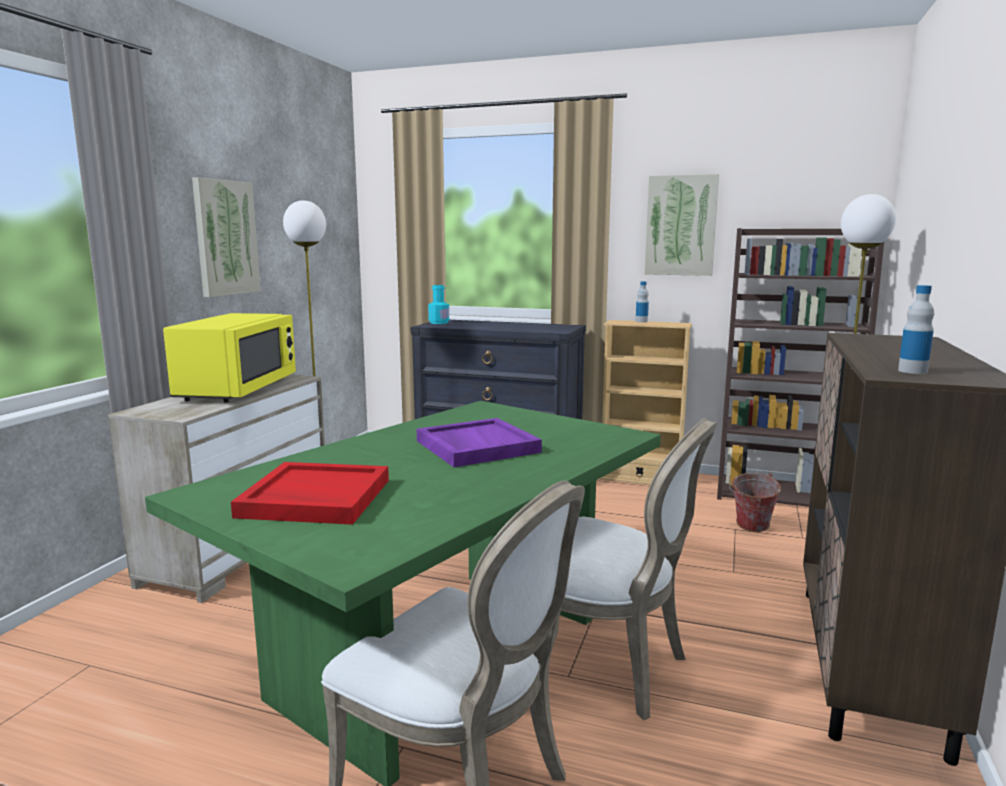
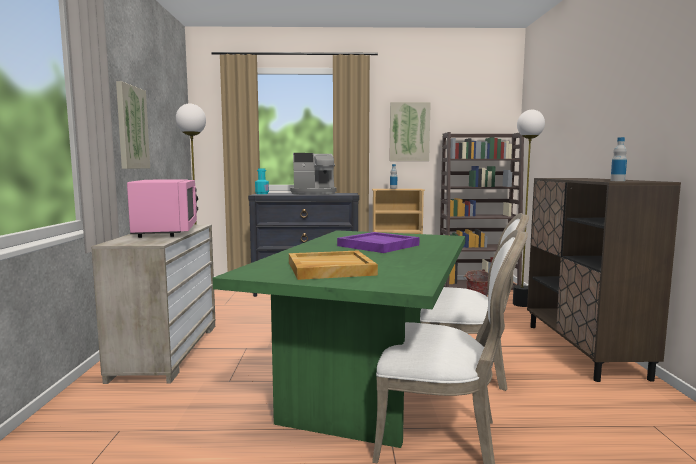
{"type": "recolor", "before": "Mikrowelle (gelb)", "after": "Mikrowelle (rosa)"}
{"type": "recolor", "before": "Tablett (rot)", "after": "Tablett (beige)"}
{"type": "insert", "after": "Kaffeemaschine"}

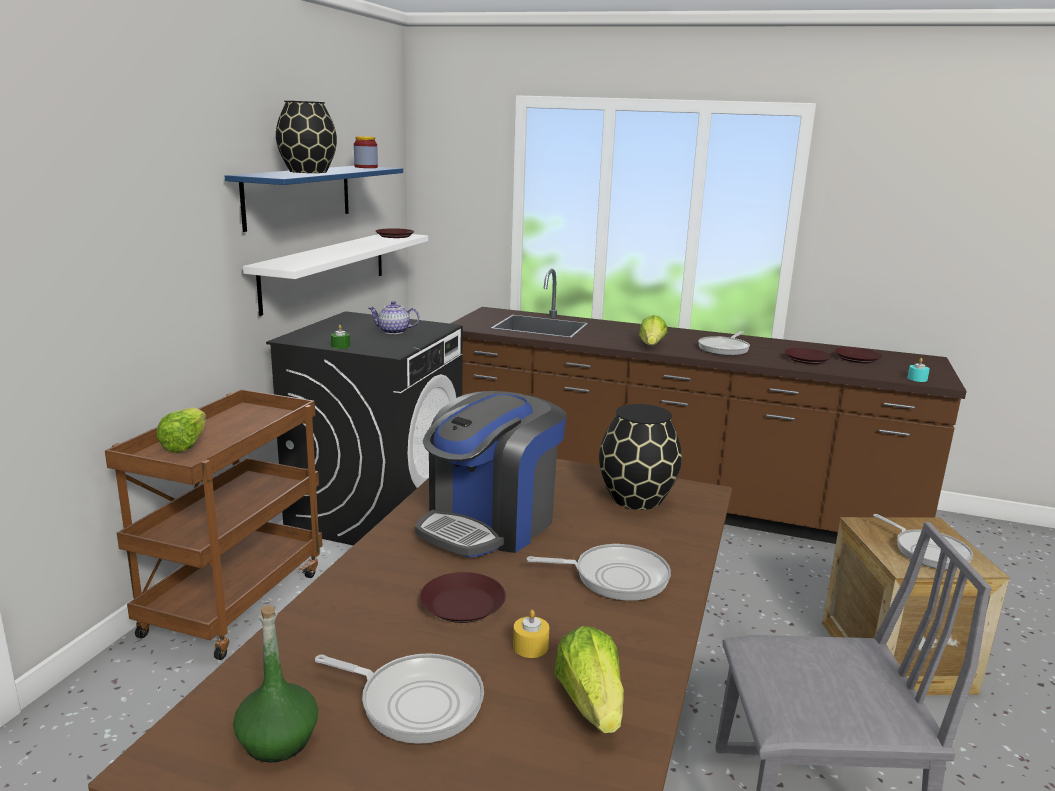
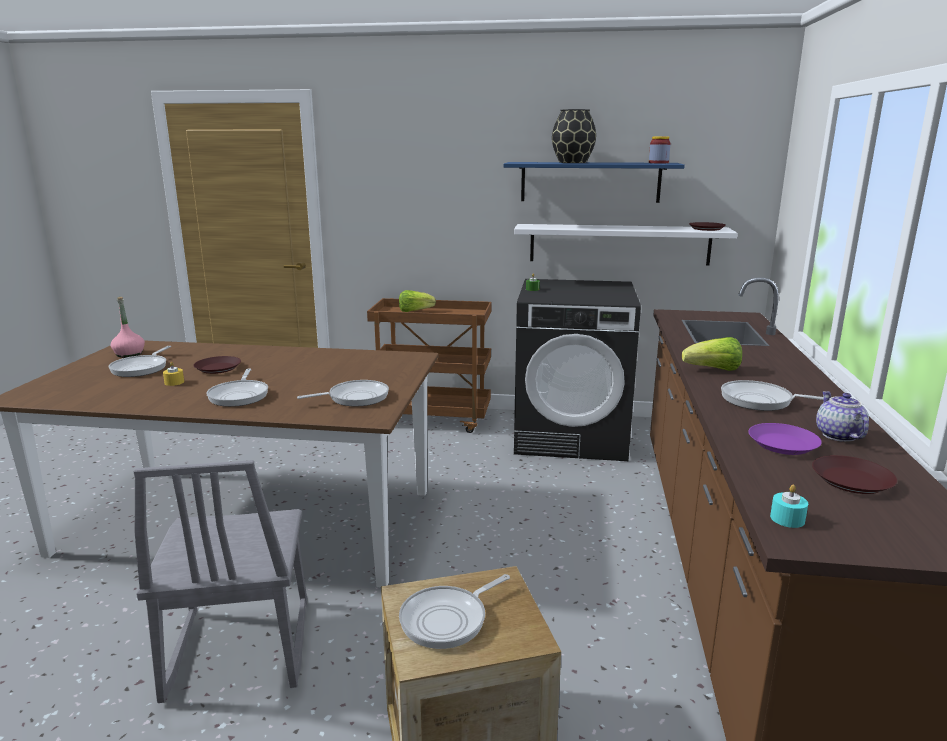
{"type": "recolor", "before": "Flasche (grün)", "after": "Flasche (rosa)"}
{"type": "replace", "before": "Vase (schwarz) (2nd from left)", "after": "Pfanne (3rd from left)"}
{"type": "recolor", "before": "Teller (braun) (3rd from left)", "after": "Teller (lila)"}
{"type": "move", "before": "Teekanne"}
{"type": "delete", "before": "Kaffeemaschine"}
{"type": "delete", "before": "Salatkopf (2nd from left)"}

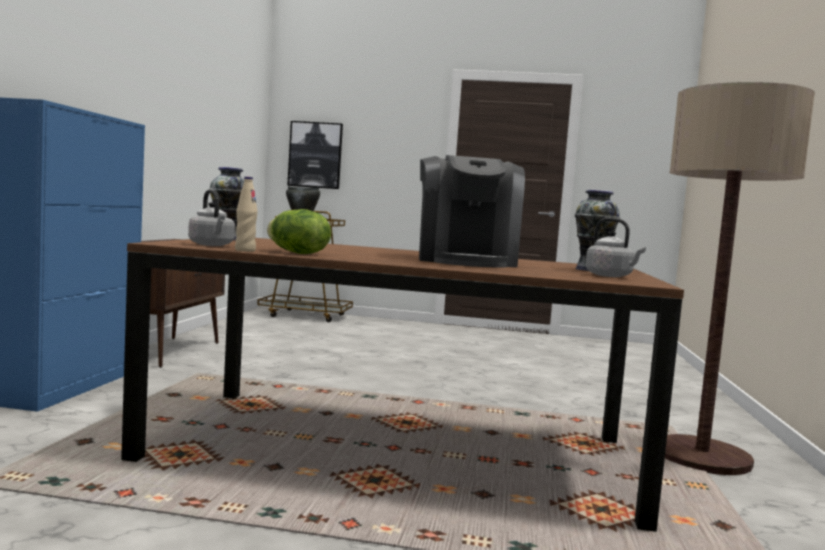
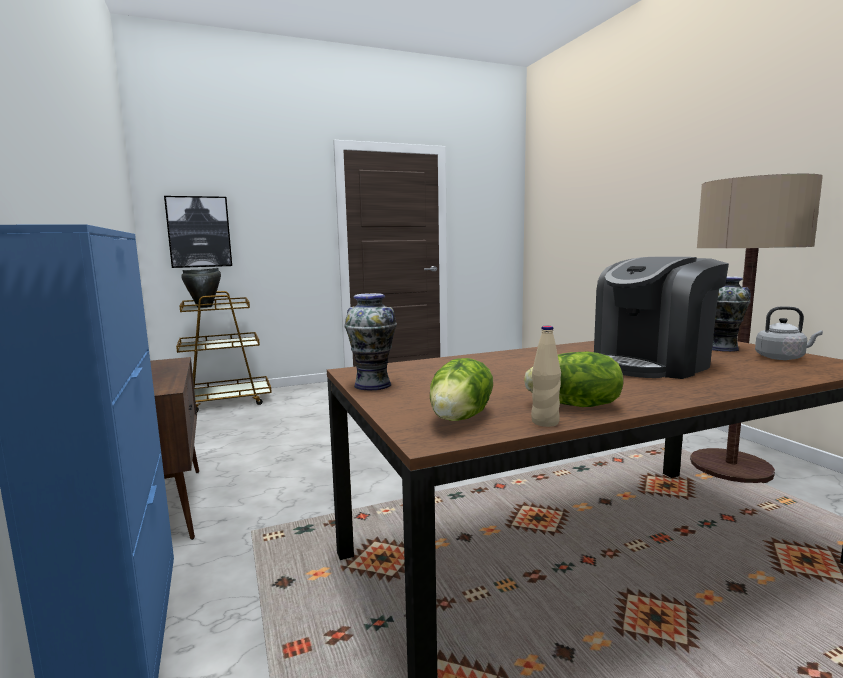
{"type": "replace", "before": "Wasserkessel (grau) (1st from left)", "after": "Salatkopf (1st from left)"}
{"type": "rotate", "before": "Kaffeemaschine", "turn": 90}

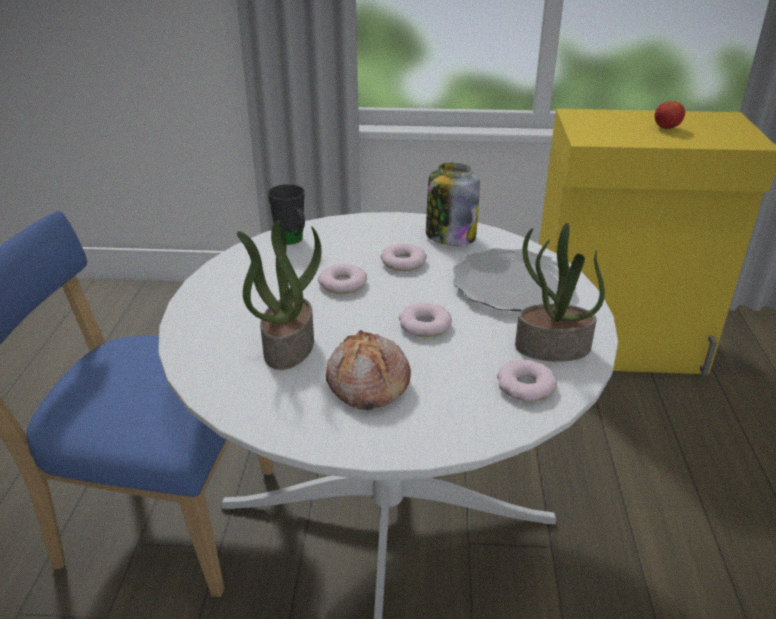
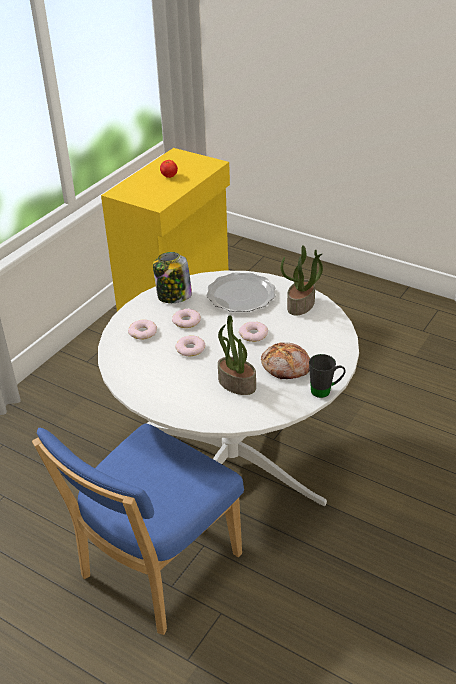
{"type": "move", "before": "Donut (4th from left in the first image)", "after": "Donut (1st from left)"}
{"type": "move", "before": "Henkelbecher (schwarz)"}

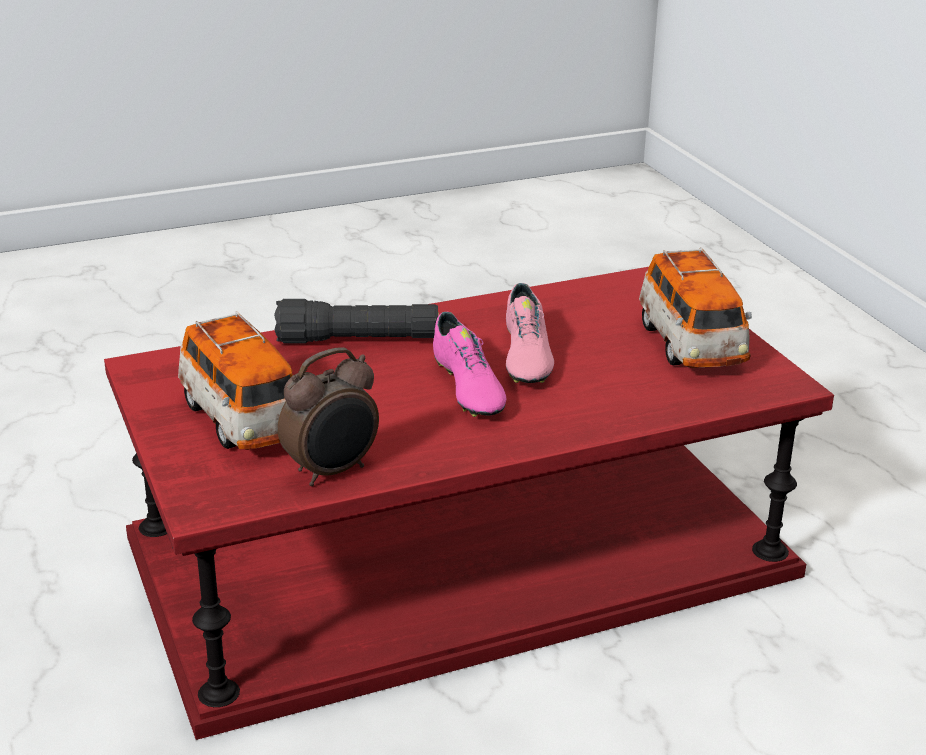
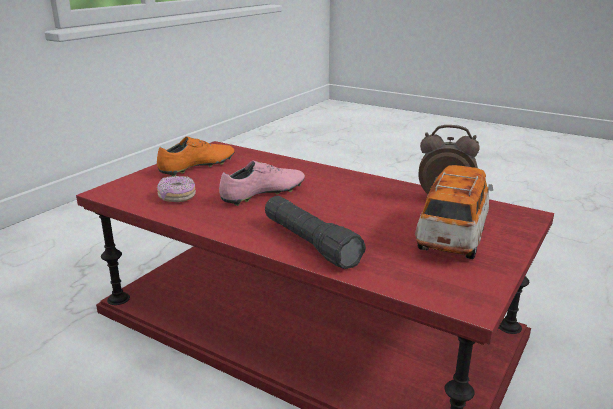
{"type": "replace", "before": "Spielzeugauto (2nd from left)", "after": "Schuh (orange)"}
{"type": "insert", "after": "Donut"}
{"type": "delete", "before": "Schuh (rosa) (1st from left)"}

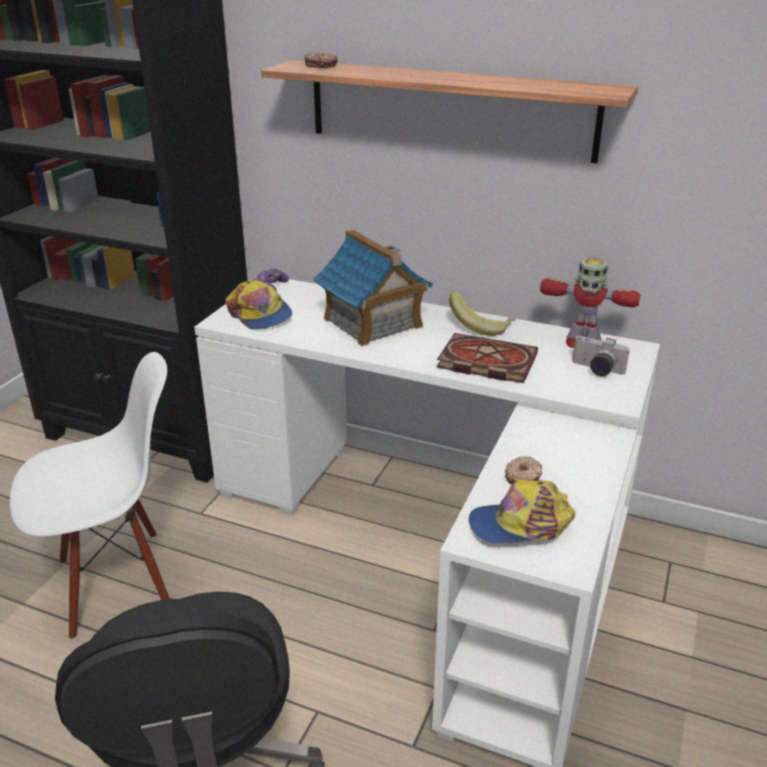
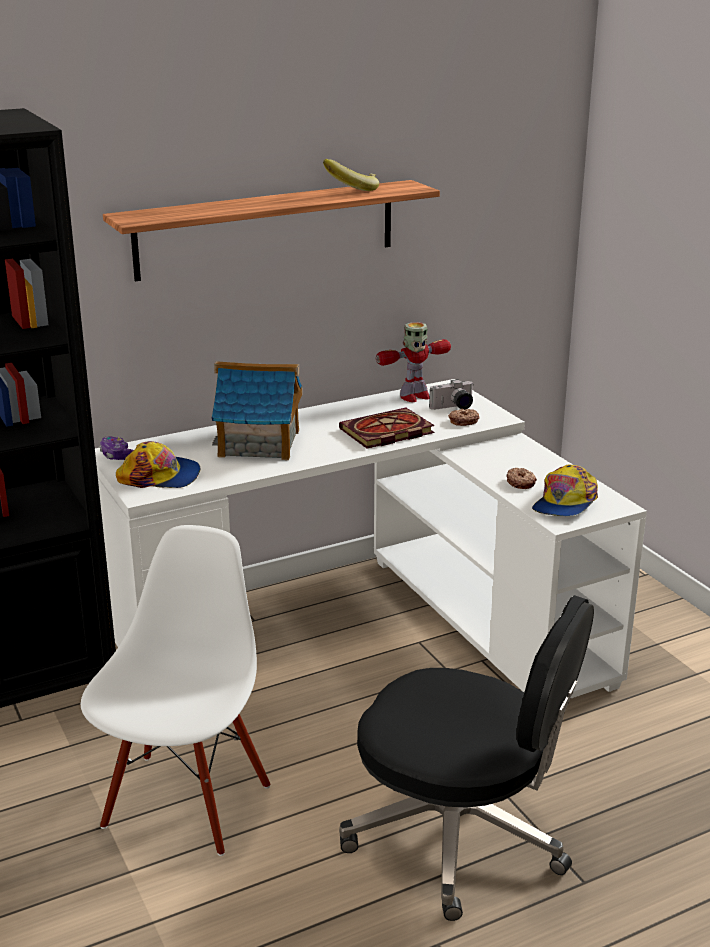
{"type": "move", "before": "Banane"}
{"type": "move", "before": "Donut (1st from left)"}

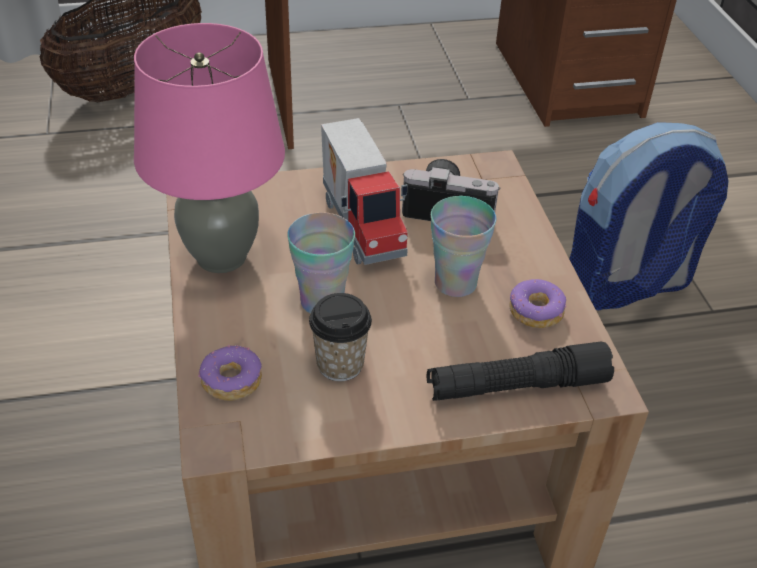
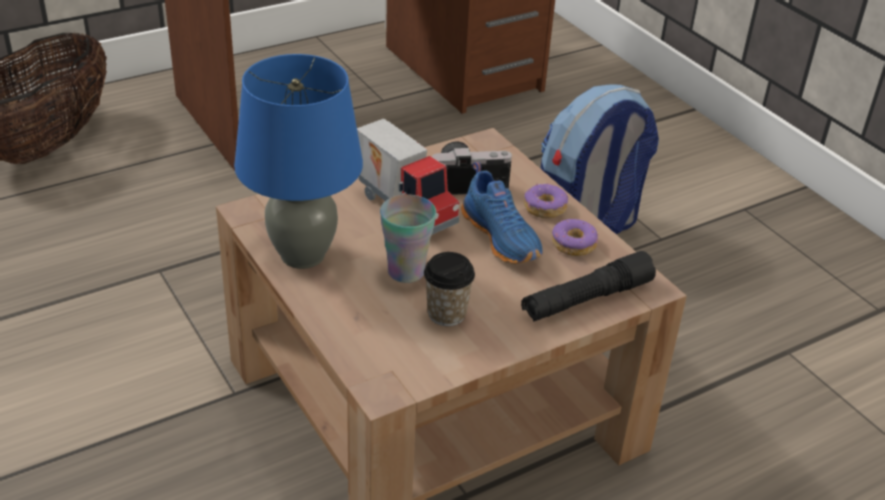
{"type": "recolor", "before": "Tischlampe (rosa)", "after": "Tischlampe (blau)"}
{"type": "replace", "before": "Tasse (3rd from left)", "after": "Schuh (blau)"}
{"type": "move", "before": "Donut (1st from left)"}

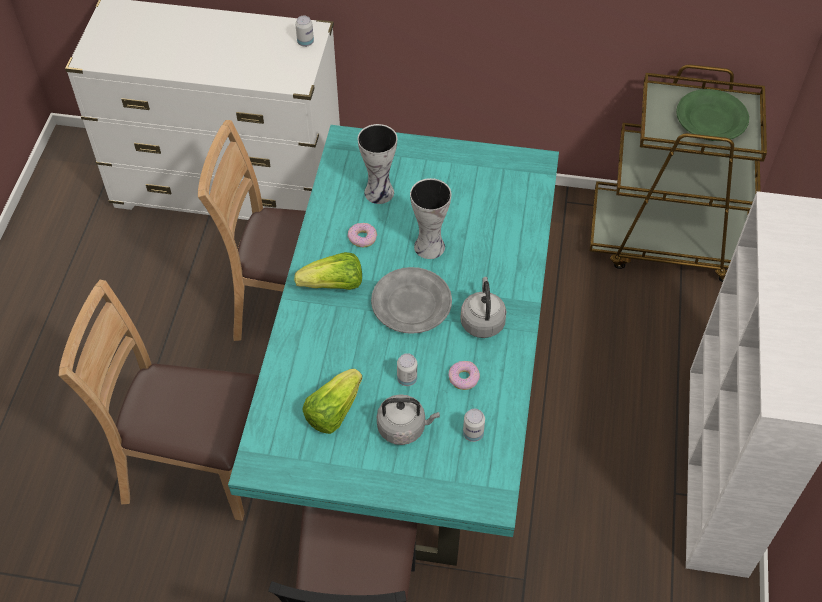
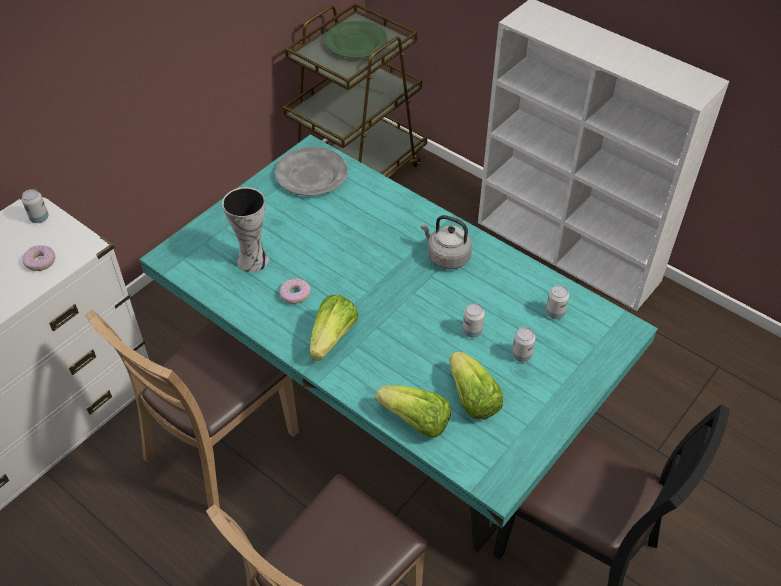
{"type": "move", "before": "Donut (2nd from left in the first image)", "after": "Donut (1st from left)"}
{"type": "move", "before": "Teller (grau)"}
{"type": "insert", "after": "Salatkopf (2nd from left)"}
{"type": "replace", "before": "Wasserkessel (grau) (1st from left)", "after": "Dose (3rd from left)"}
{"type": "delete", "before": "Vase (2nd from left)"}

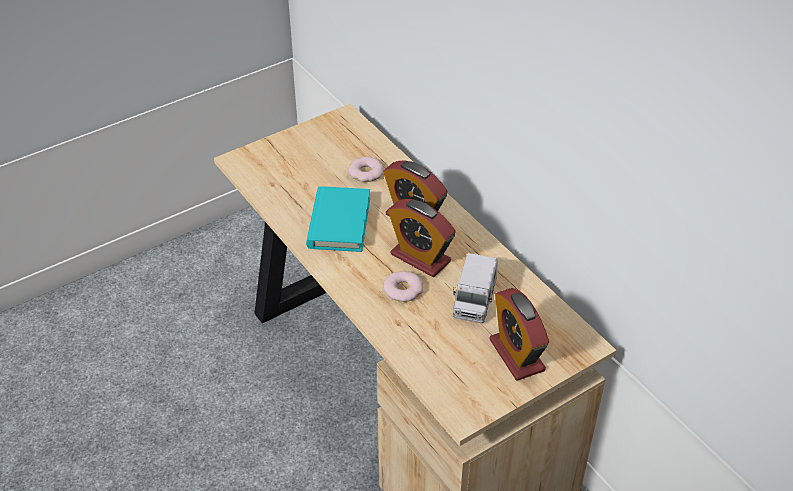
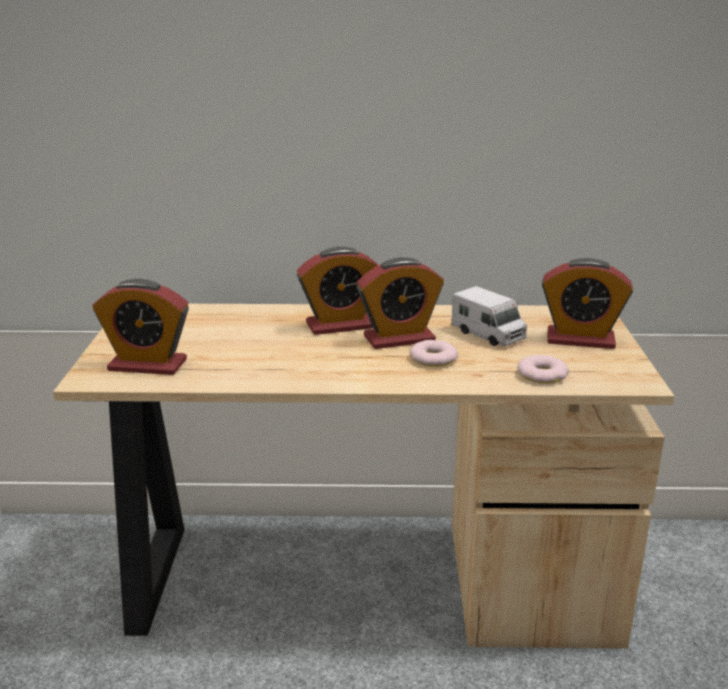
{"type": "insert", "after": "Wecker (1st from left)"}
{"type": "move", "before": "Donut (1st from left in the first image)", "after": "Donut (2nd from left)"}
{"type": "delete", "before": "Buch (türkis)"}

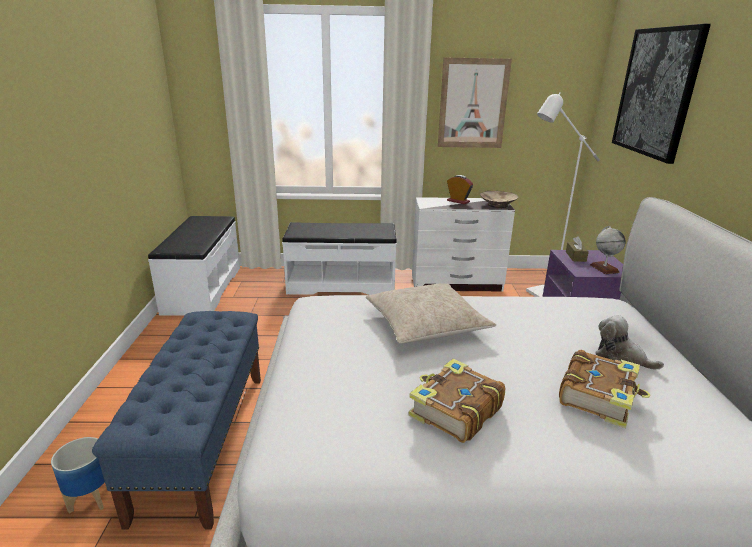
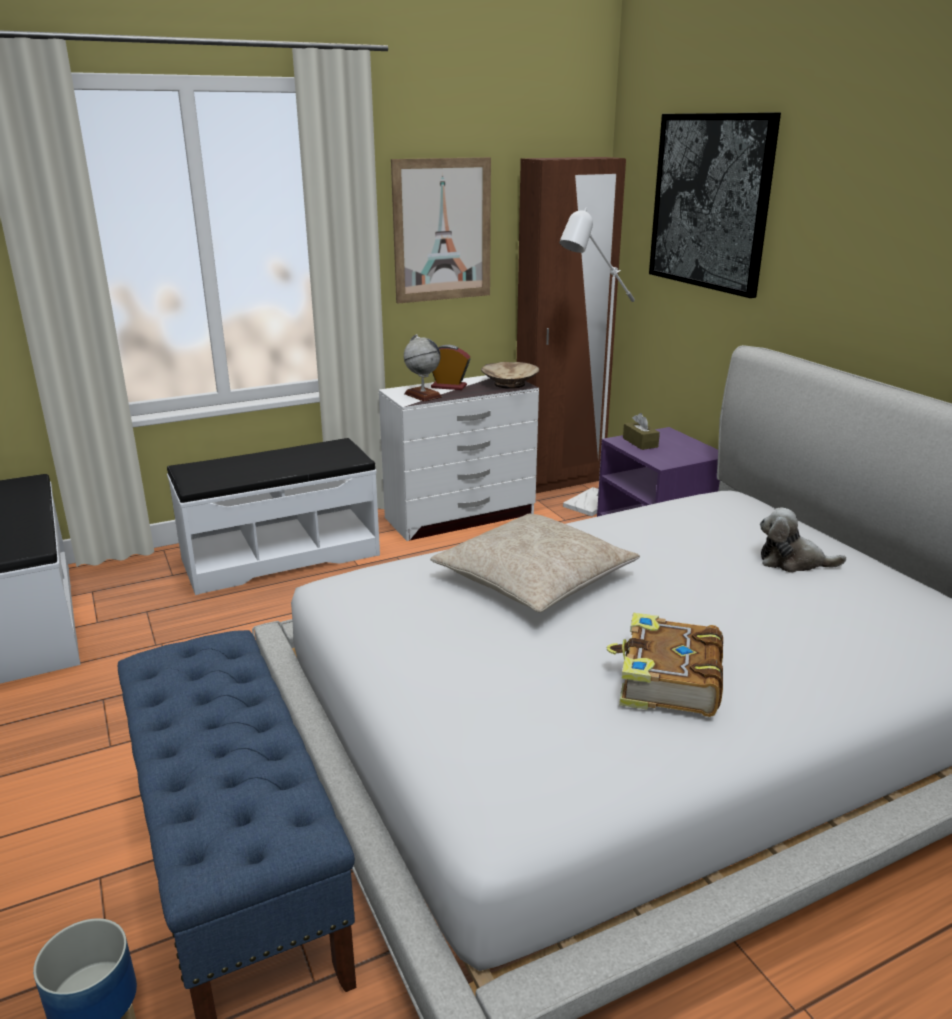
{"type": "move", "before": "Globus"}
{"type": "insert", "after": "Kleiderschrank (braun)"}
{"type": "delete", "before": "Buch (2nd from left)"}

